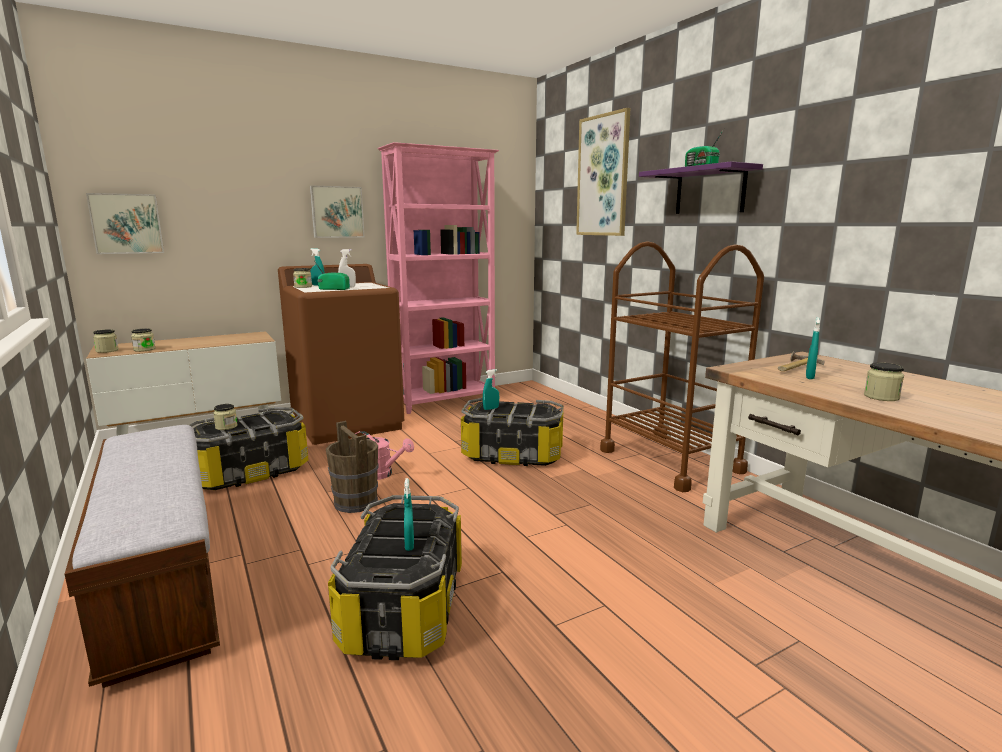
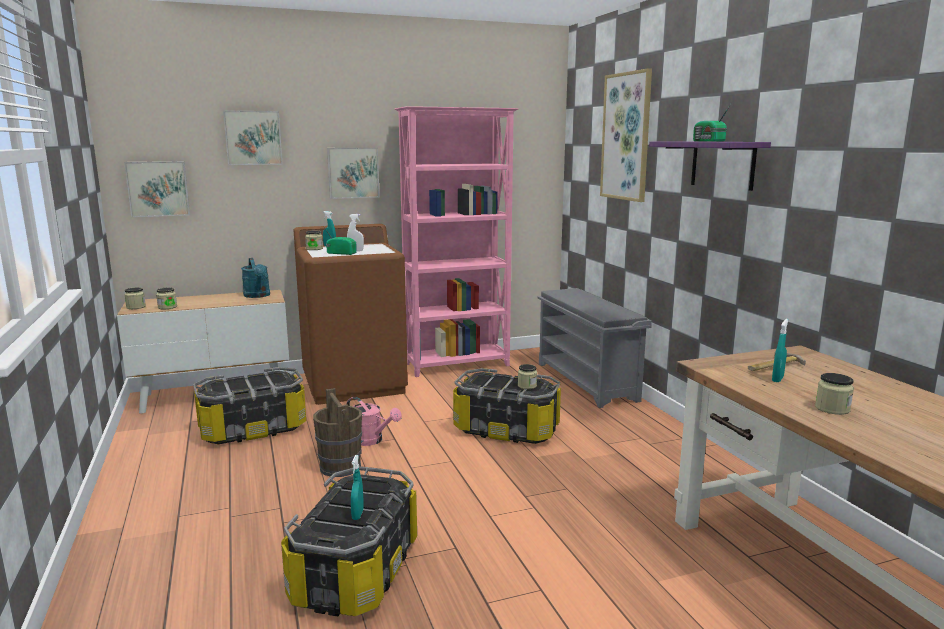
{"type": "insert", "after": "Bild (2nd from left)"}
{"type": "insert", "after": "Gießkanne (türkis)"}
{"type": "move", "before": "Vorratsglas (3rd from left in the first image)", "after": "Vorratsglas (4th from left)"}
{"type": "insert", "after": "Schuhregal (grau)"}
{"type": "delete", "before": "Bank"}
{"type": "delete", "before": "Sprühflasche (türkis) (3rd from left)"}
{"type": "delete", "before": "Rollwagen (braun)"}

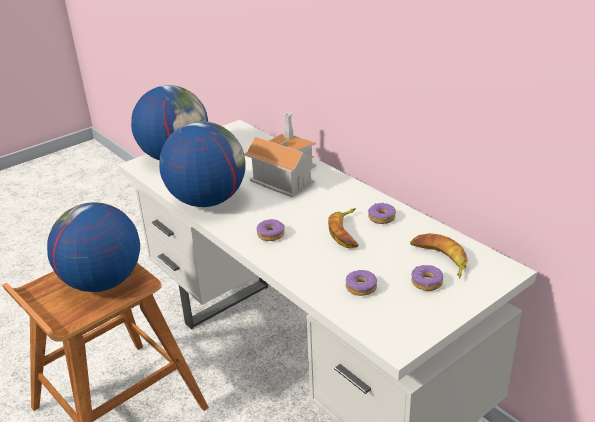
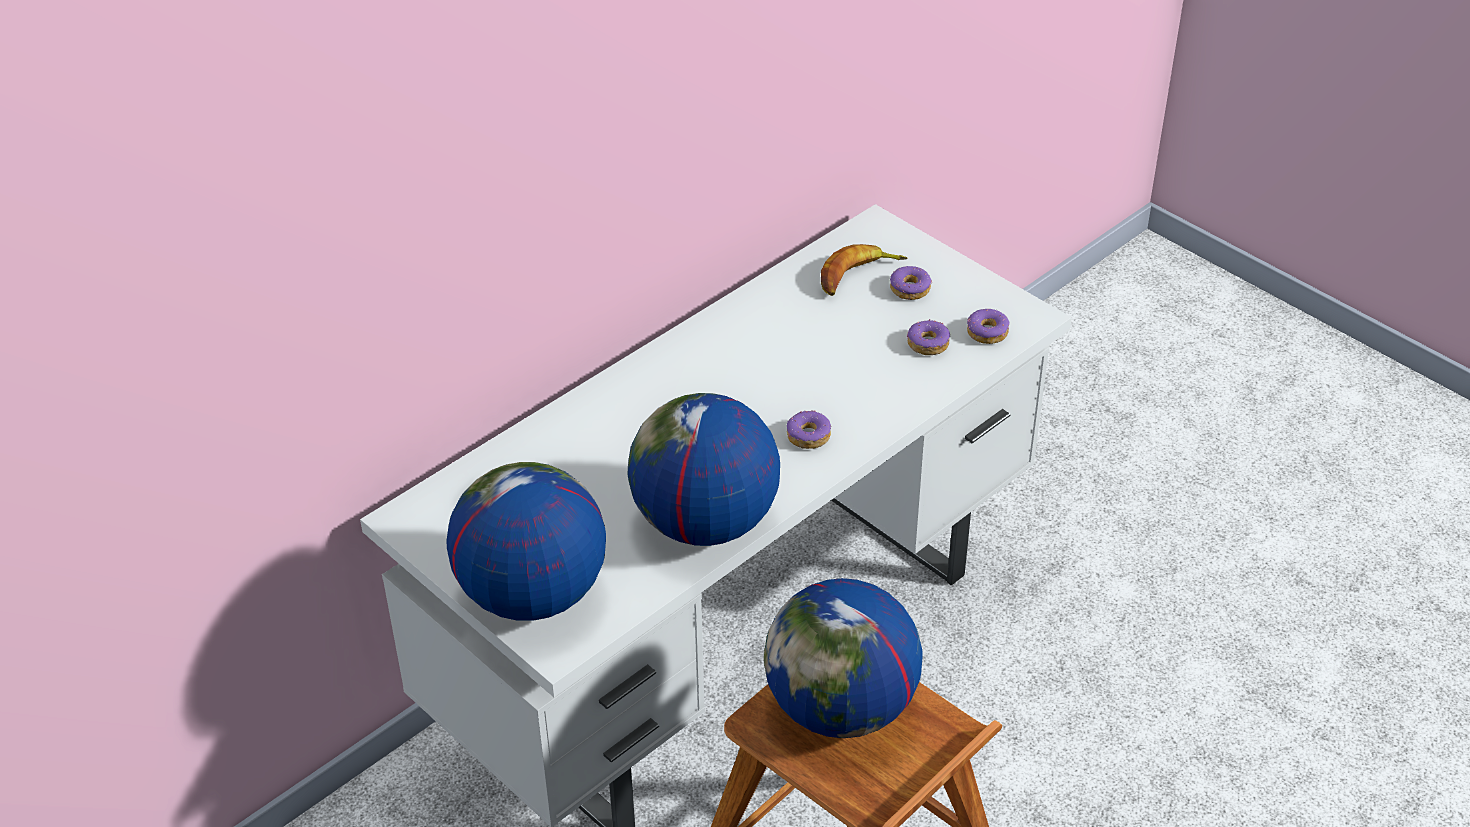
{"type": "move", "before": "Donut (3rd from left in the first image)", "after": "Donut (4th from left)"}
{"type": "delete", "before": "Spielzeughaus"}
{"type": "delete", "before": "Banane (1st from left)"}

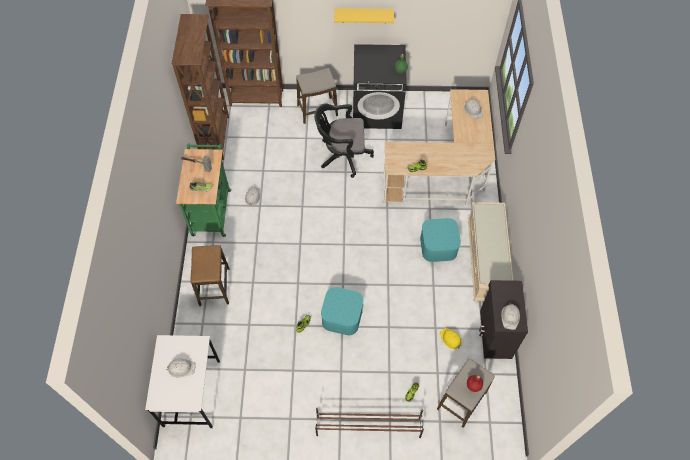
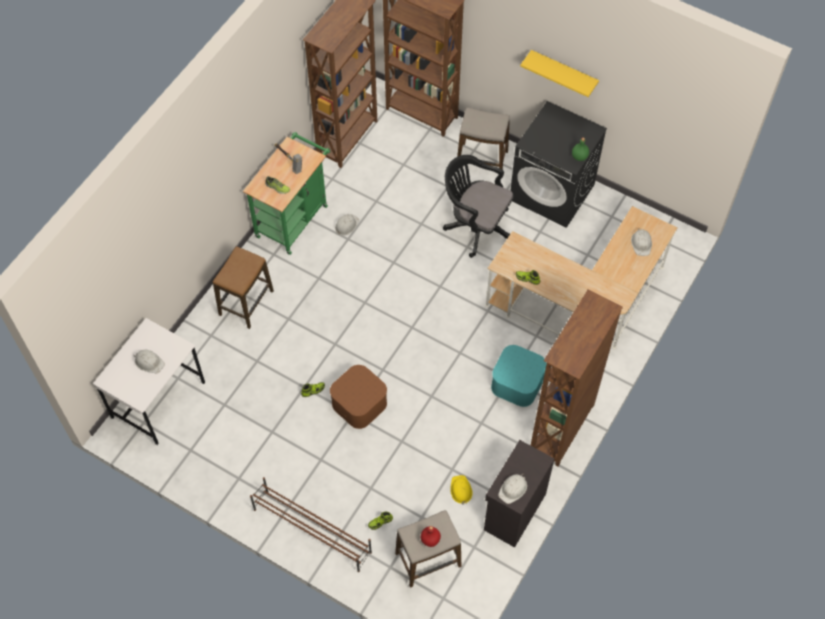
{"type": "recolor", "before": "Aufbewahrungsbox (türkis) (1st from left)", "after": "Aufbewahrungsbox (braun)"}
{"type": "replace", "before": "Bank (beige)", "after": "Bücherregal (braun) (3rd from left)"}

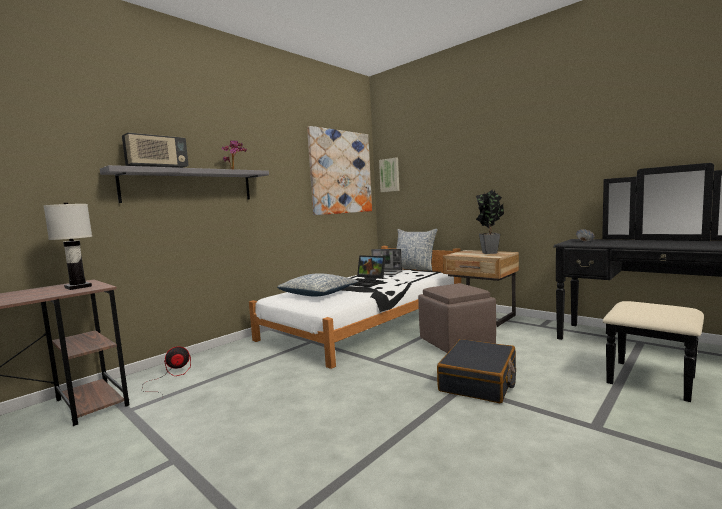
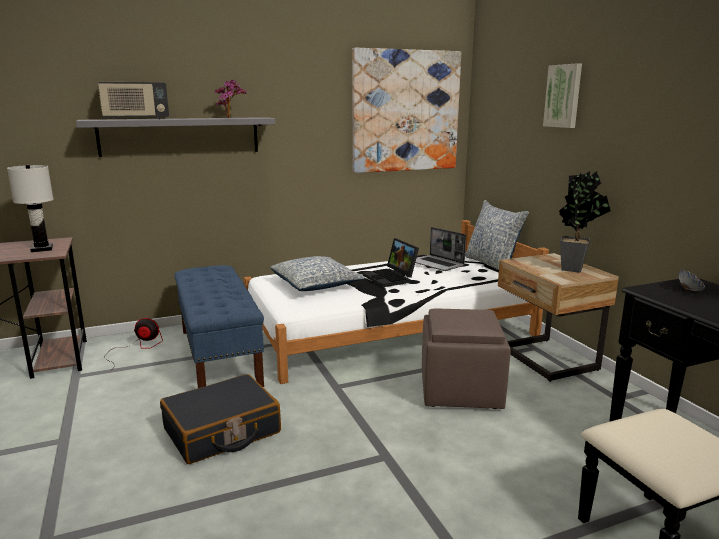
{"type": "move", "before": "Koffer (schwarz)"}
{"type": "insert", "after": "Bank (blau)"}
{"type": "move", "before": "Bild (2nd from left)"}

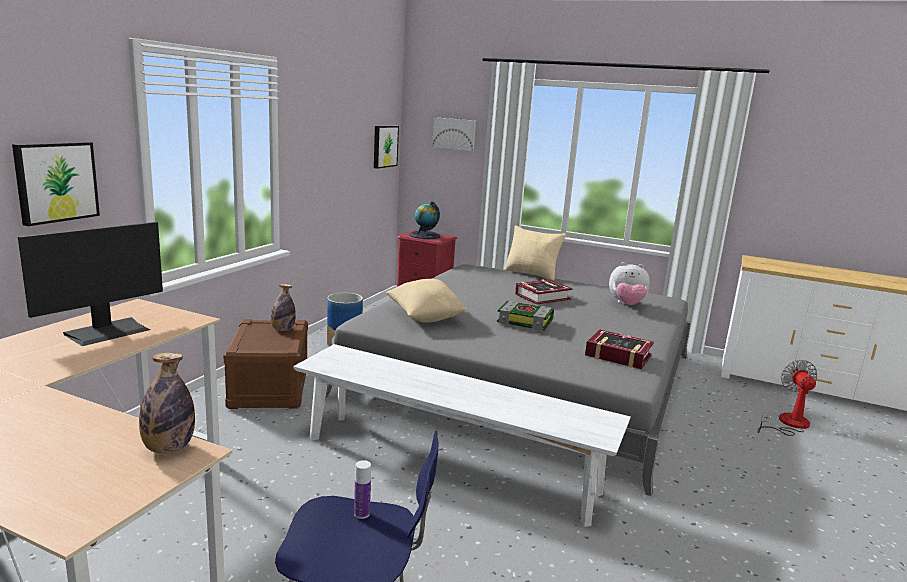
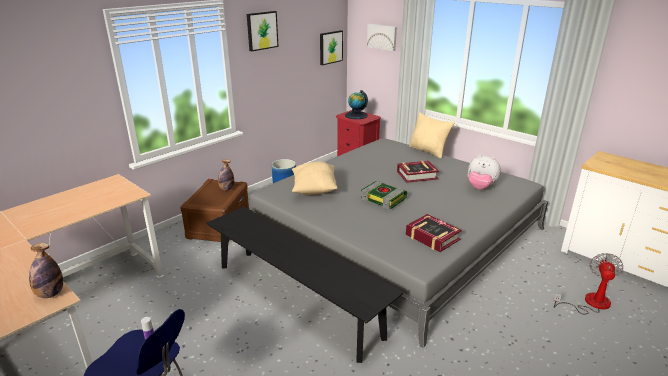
{"type": "recolor", "before": "Bank (weiß)", "after": "Bank (schwarz)"}
{"type": "move", "before": "Bild (1st from left)"}
{"type": "delete", "before": "Monitor"}

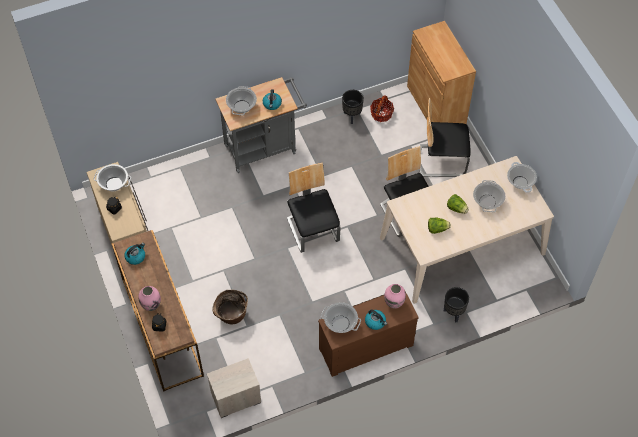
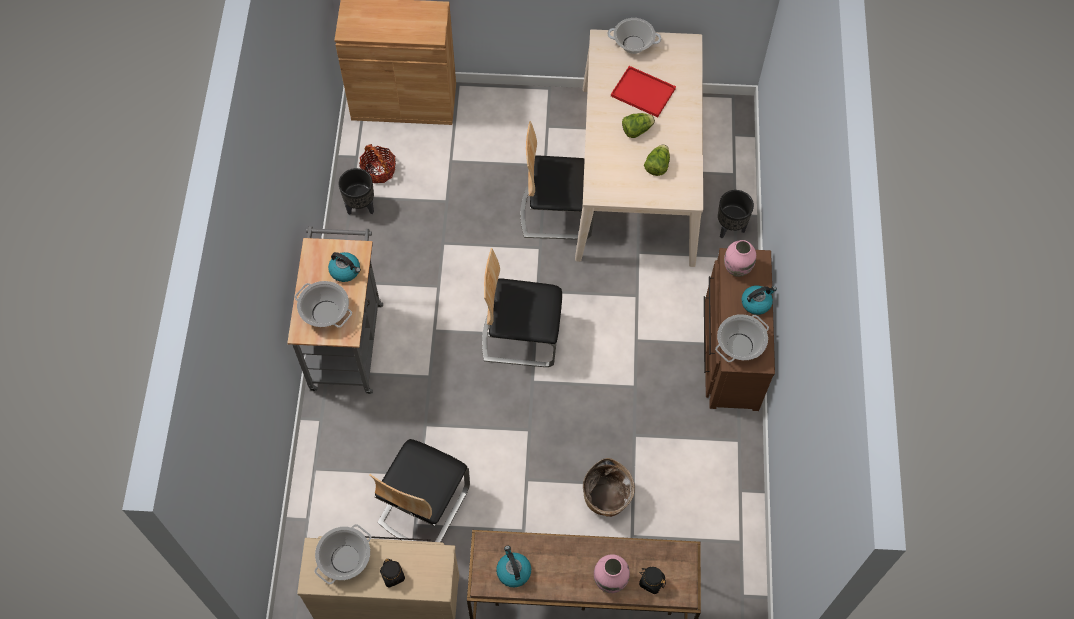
{"type": "move", "before": "Stuhl (3rd from left in the first image)", "after": "Stuhl (1st from left)"}
{"type": "replace", "before": "Kochtopf (4th from left)", "after": "Tablett (rot)"}
{"type": "delete", "before": "Nachttisch"}

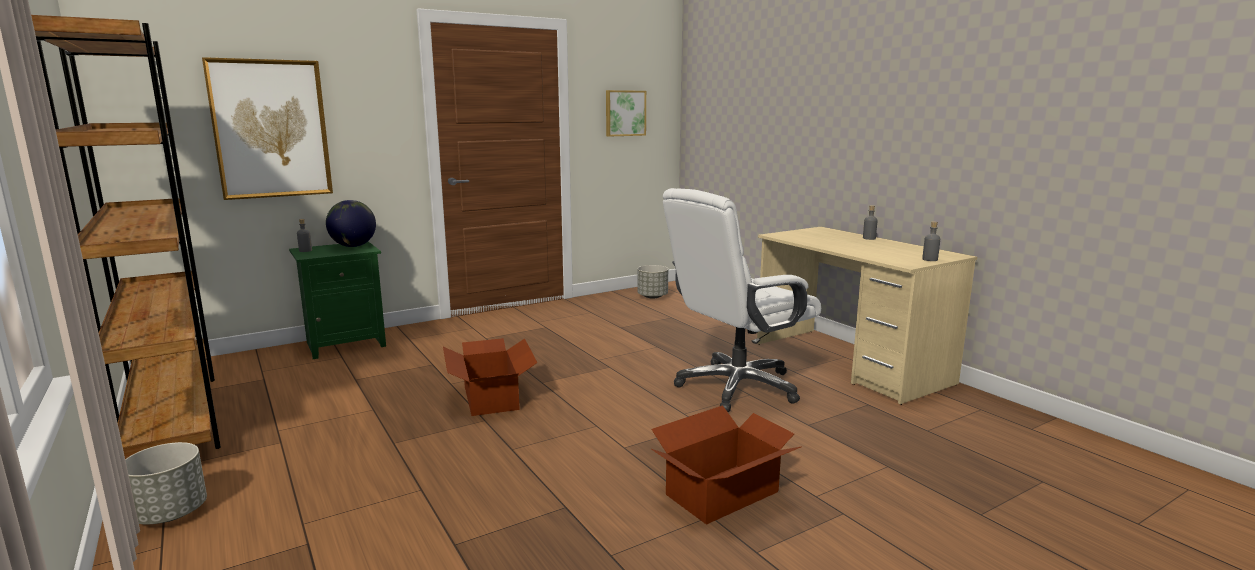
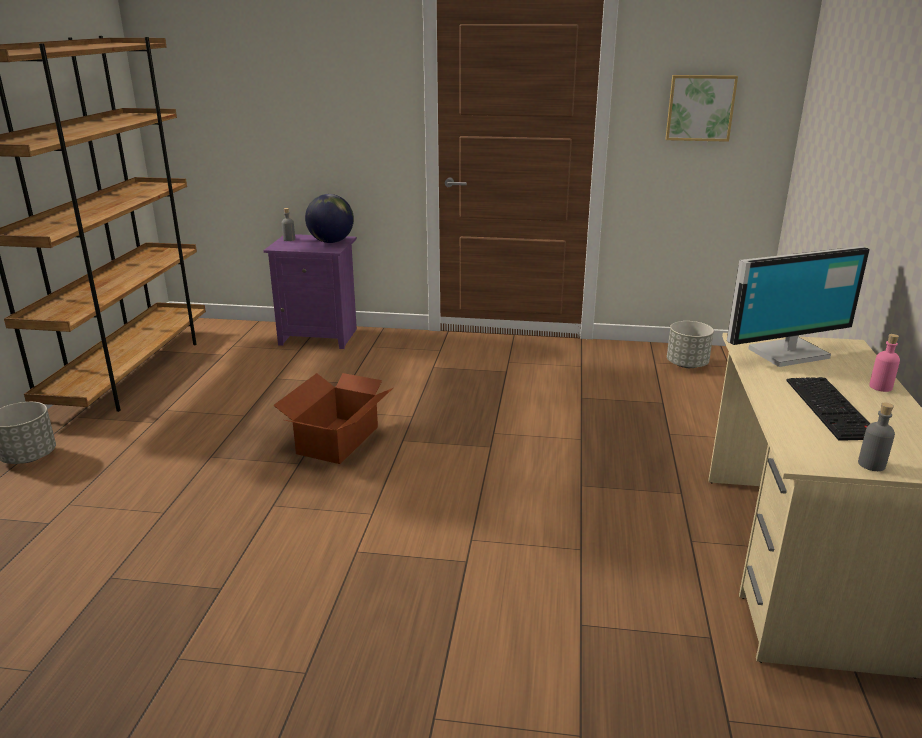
{"type": "recolor", "before": "Nachttisch (grün)", "after": "Nachttisch (lila)"}
{"type": "insert", "after": "Monitor"}
{"type": "insert", "after": "Tastatur"}
{"type": "recolor", "before": "Flasche (grau) (2nd from left)", "after": "Flasche (rosa)"}
{"type": "delete", "before": "Bild (1st from left)"}
{"type": "delete", "before": "Karton (2nd from left)"}
{"type": "delete", "before": "Bürostuhl (weiß)"}

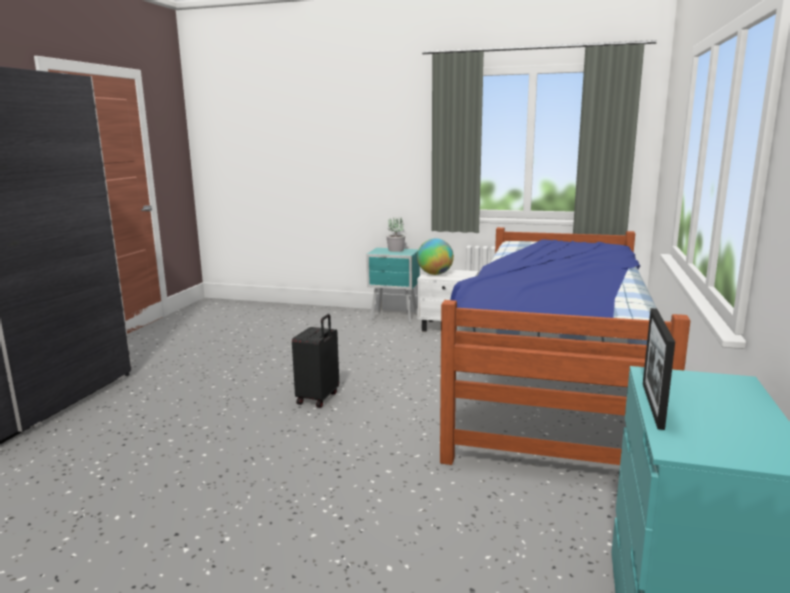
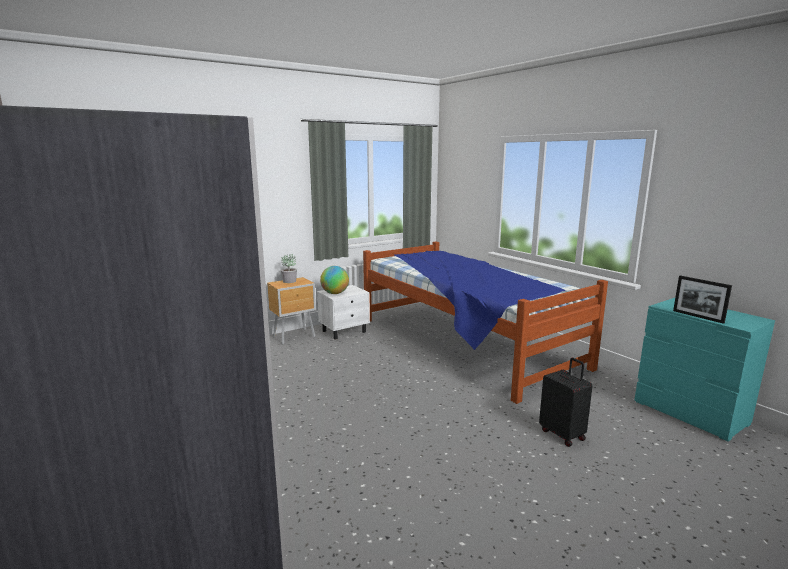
{"type": "recolor", "before": "Nachttisch (türkis)", "after": "Nachttisch (braun)"}
{"type": "move", "before": "Koffer (schwarz)"}

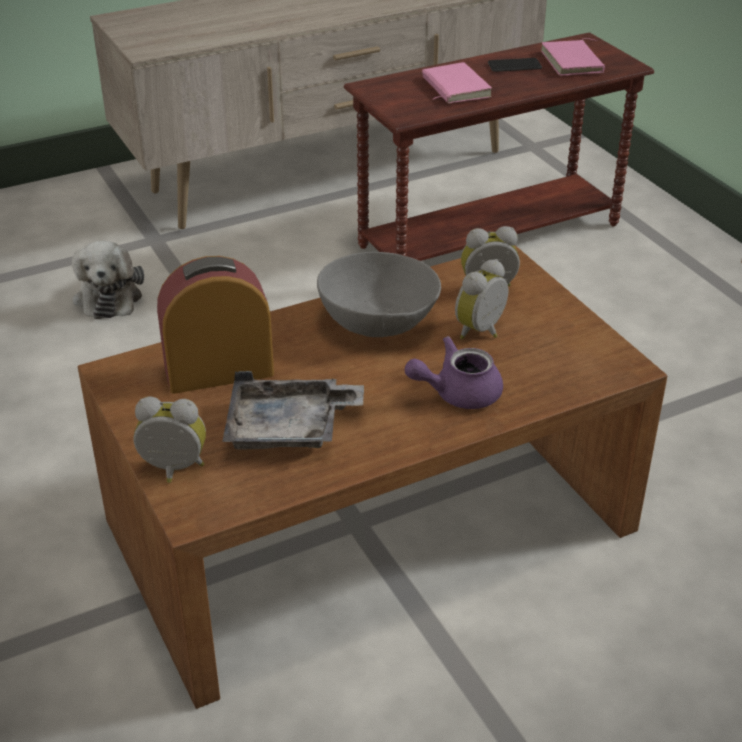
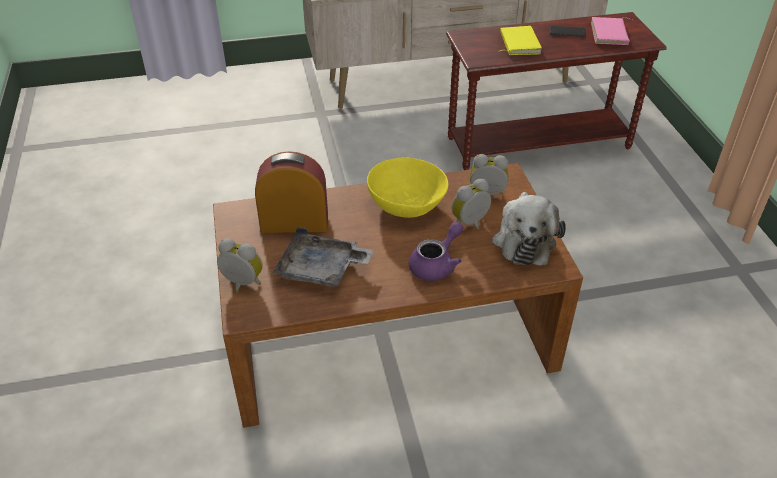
{"type": "recolor", "before": "Schüssel (grau)", "after": "Schüssel (gelb)"}
{"type": "rotate", "before": "Teekanne (lila)", "turn": 135}
{"type": "move", "before": "Plüschtier"}
{"type": "recolor", "before": "Buch (rosa) (1st from left)", "after": "Buch (gelb)"}

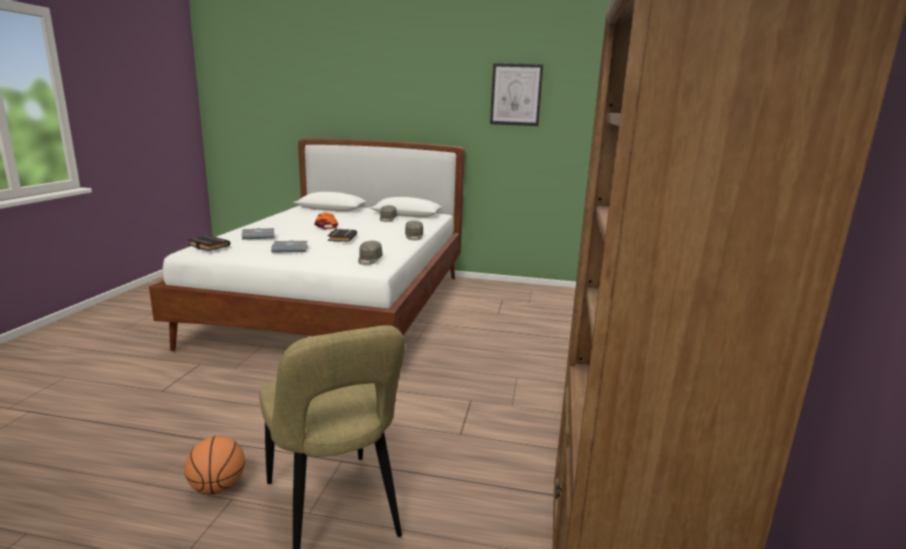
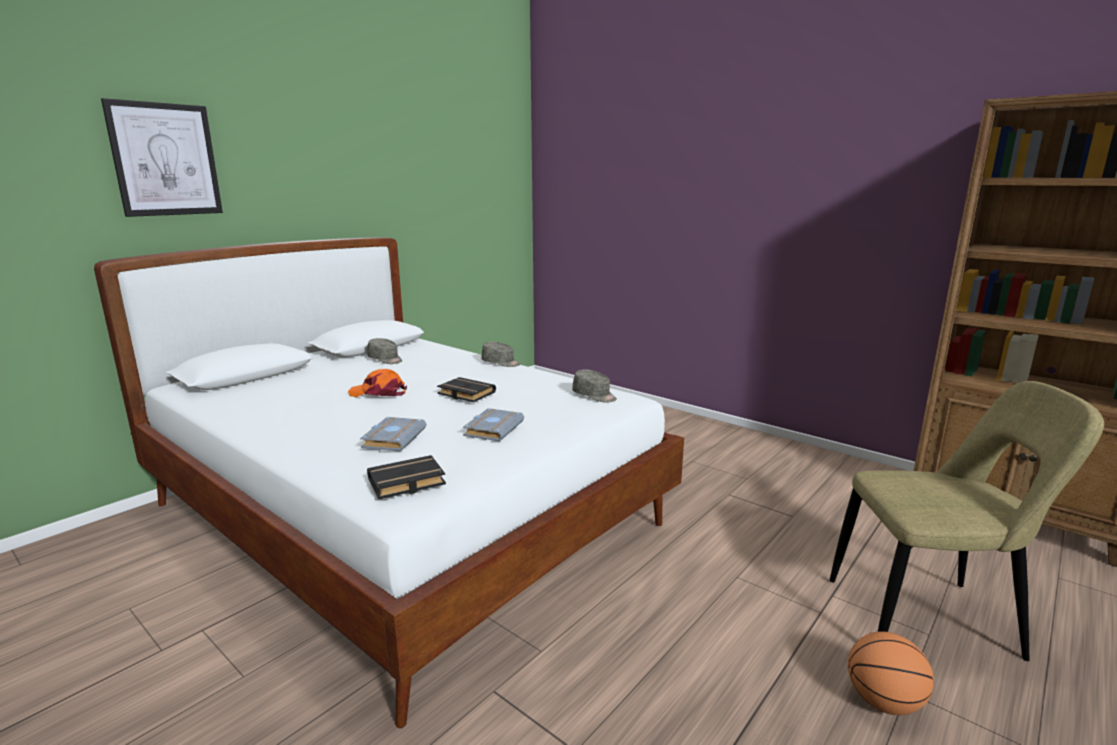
{"type": "move", "before": "Bild"}

